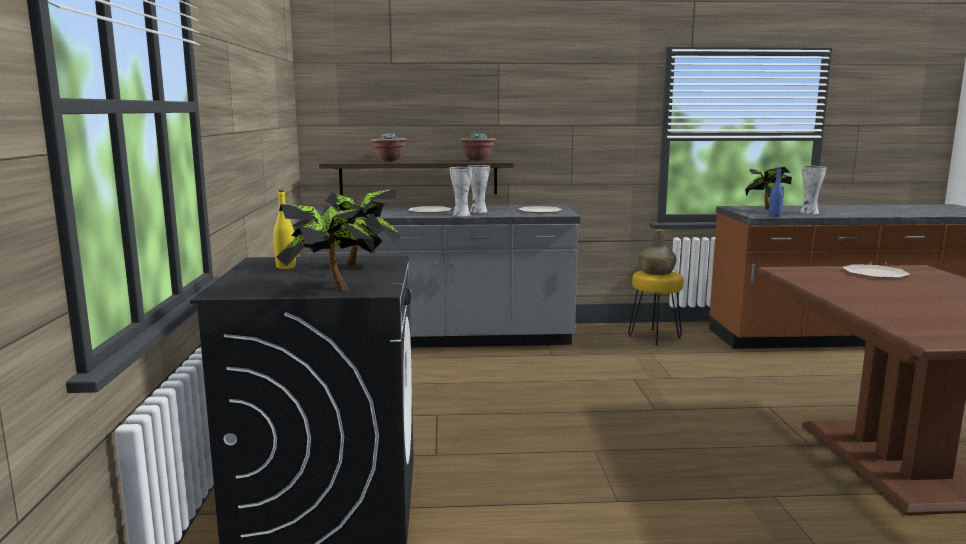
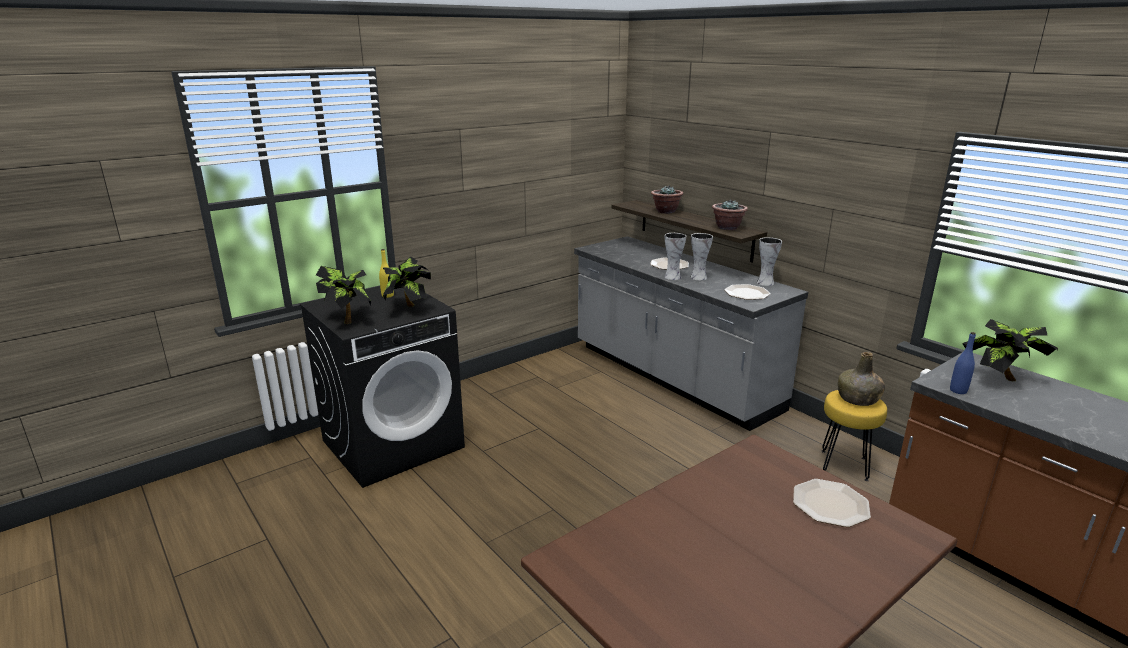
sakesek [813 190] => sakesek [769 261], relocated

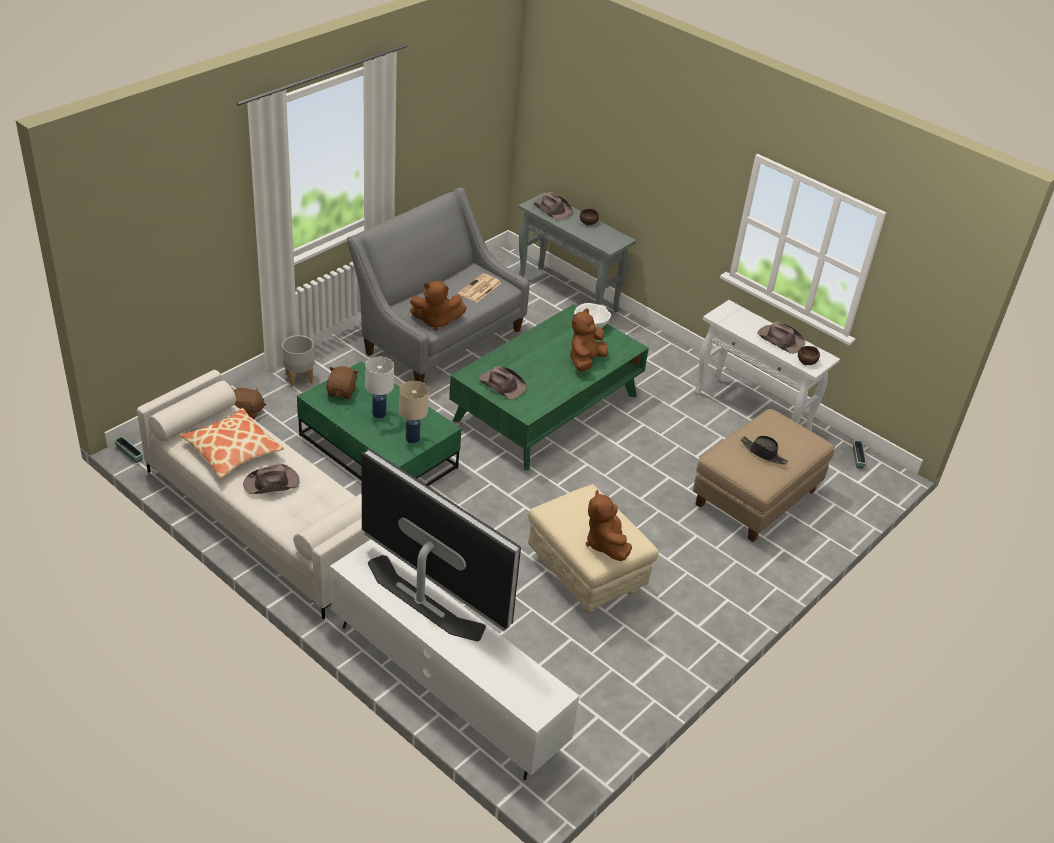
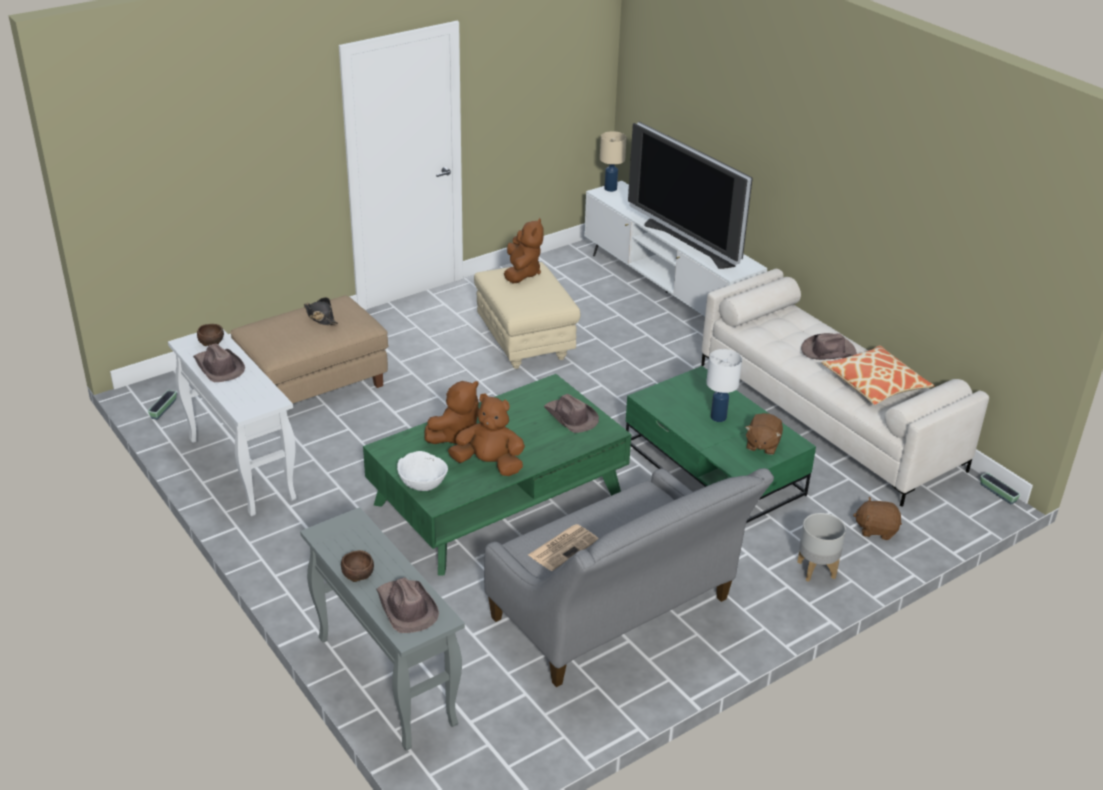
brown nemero [438 306] => brown nemero [486 435], relocated
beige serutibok [414 412] => beige serutibok [613 161], relocated

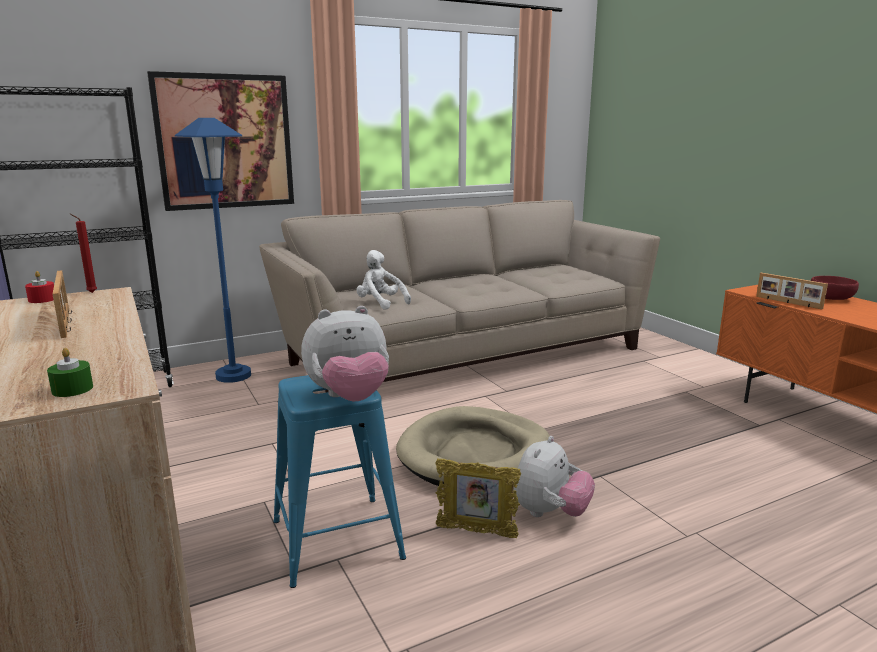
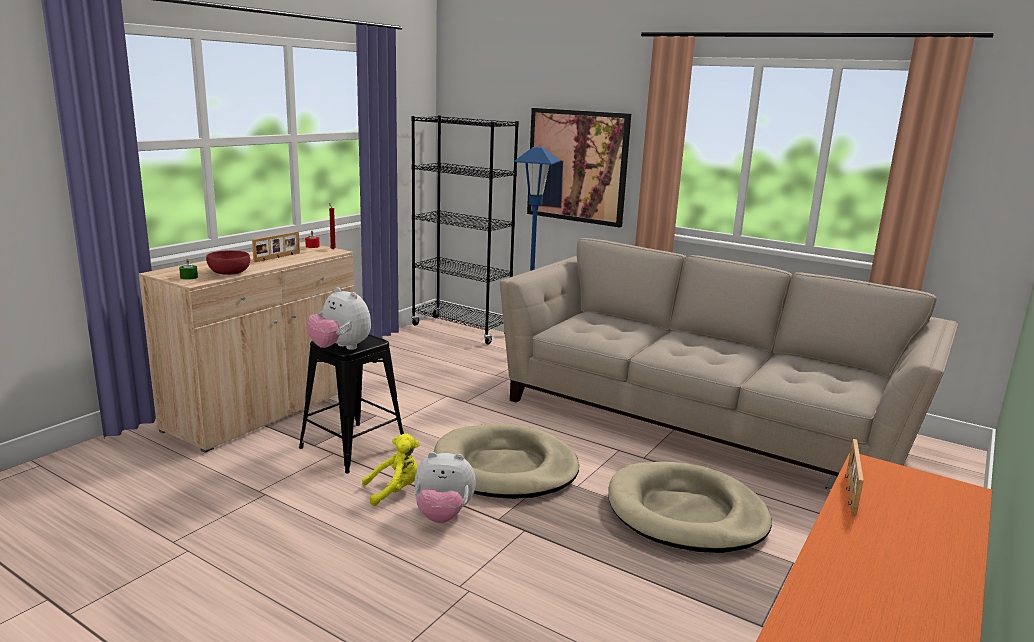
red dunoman [835 288] => red dunoman [228 262], relocated
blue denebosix [339 481] => black denebosix [351 404]
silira [478 498] => yellow nemero [391 470]
nothing => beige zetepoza [690 507]
white nemero [383 280] => nothing

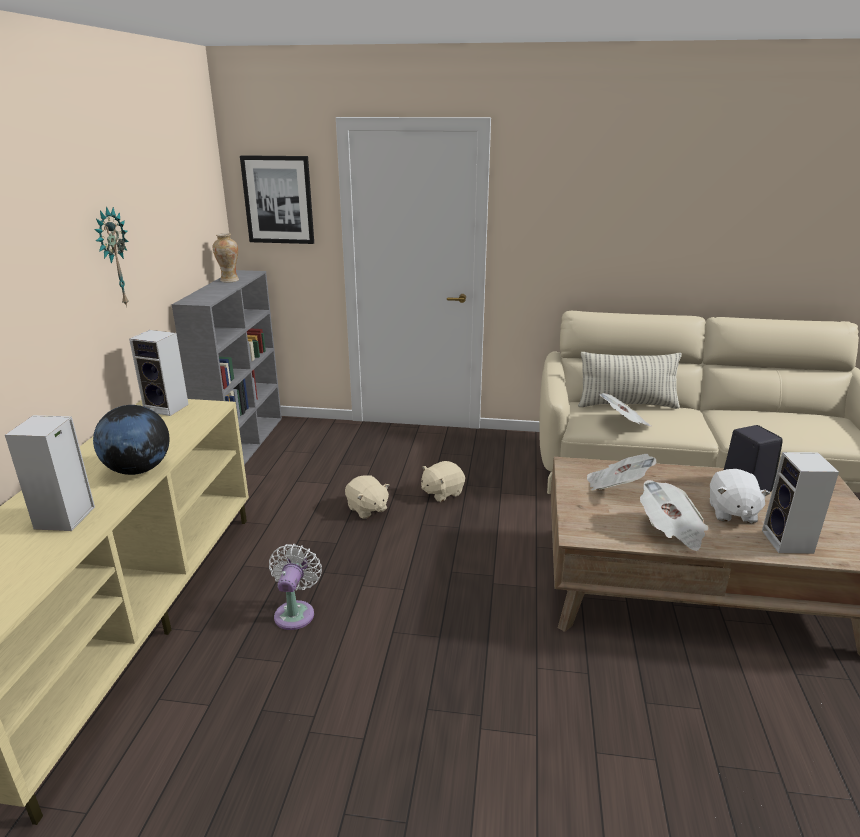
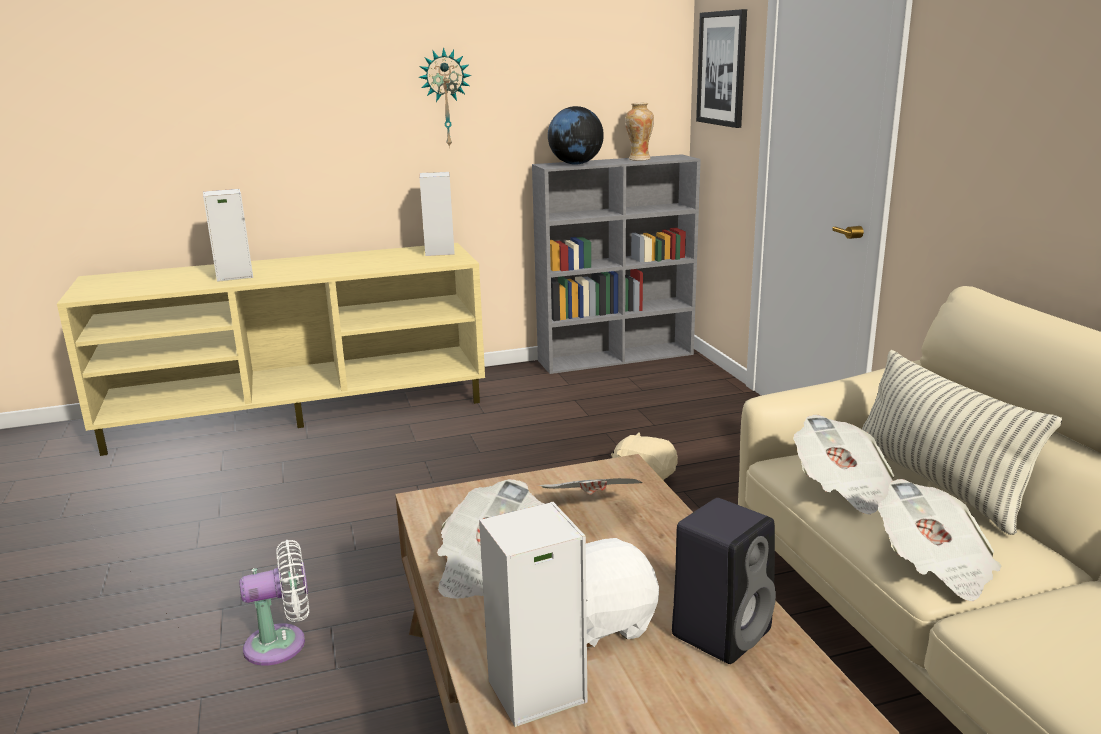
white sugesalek [295 587] => white sugesalek [274 603], relocated
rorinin [131 440] => rorinin [576 135], relocated
nothing => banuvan [940 540]
beige nemero [367 497] => nothing

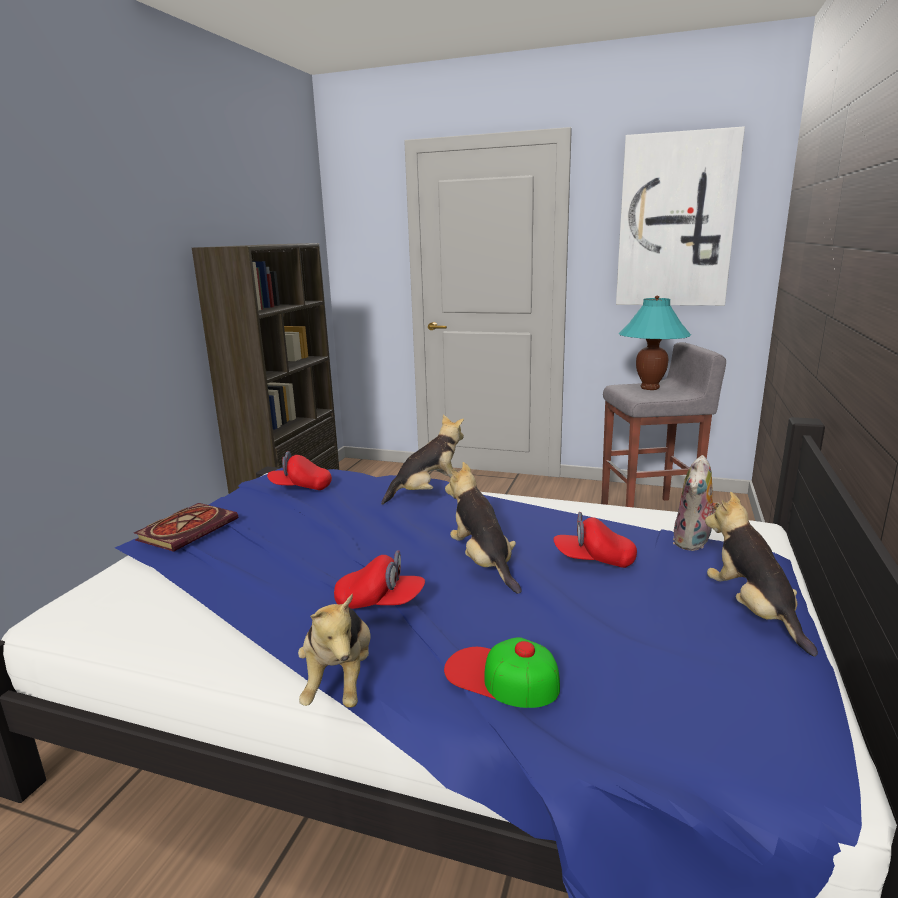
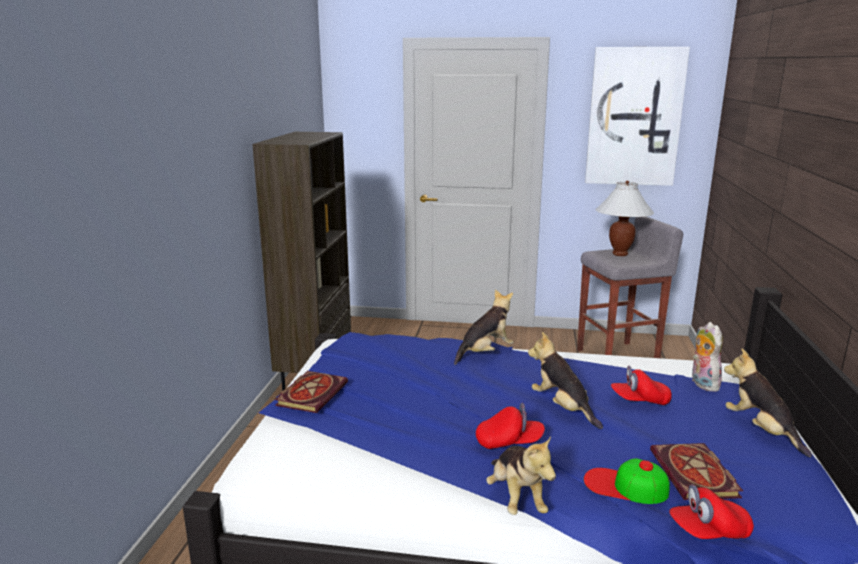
turquoise serutibok [654 342] => white serutibok [625 218]
nothing => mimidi [696 471]
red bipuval [299 470] => red bipuval [711 511], relocated
nemero [696 503] => nemero [707 357], 150 degrees clockwise

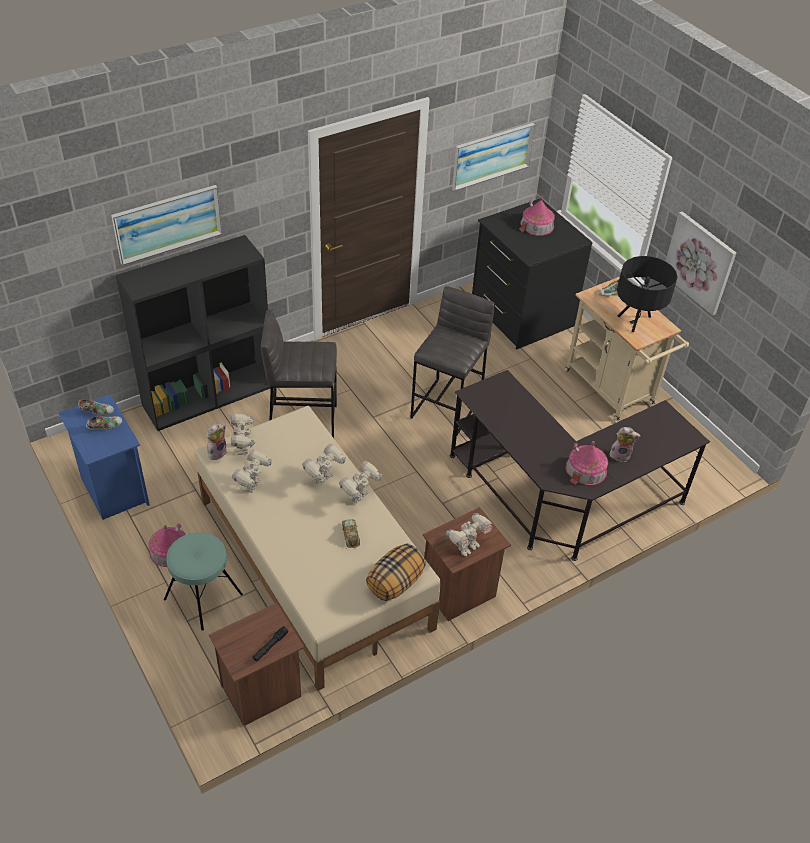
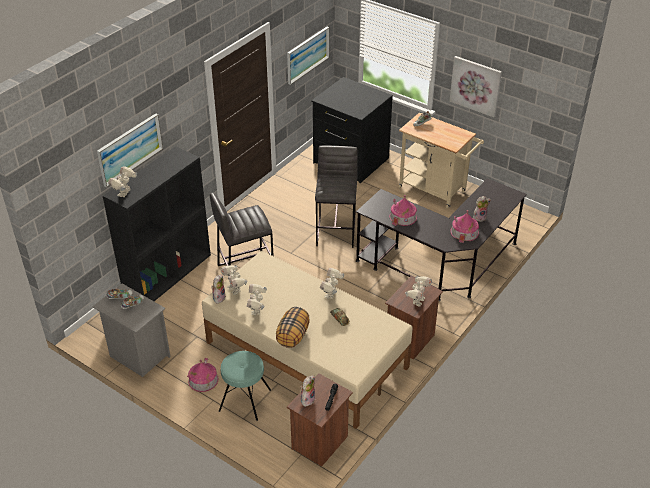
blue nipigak [104 457] => grey nipigak [131 330]
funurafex [324 464] => funurafex [122 181], relocated
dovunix [396 572] => dovunix [293 327], relocated
nothing => nemero [307 391]
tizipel [537 216] => tizipel [403 210], relocated
black serutibok [647 294] => nothing

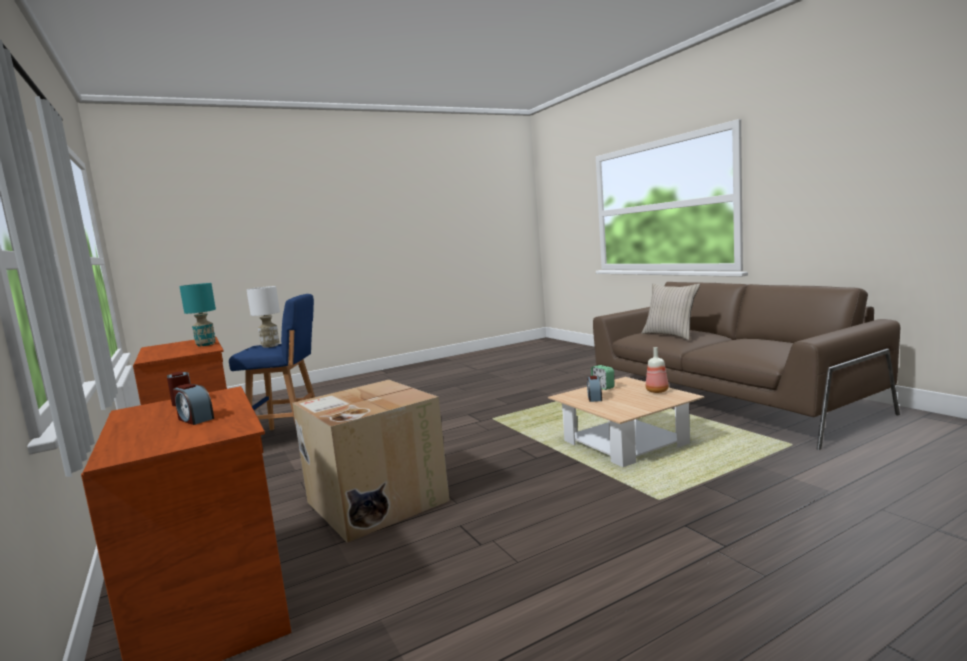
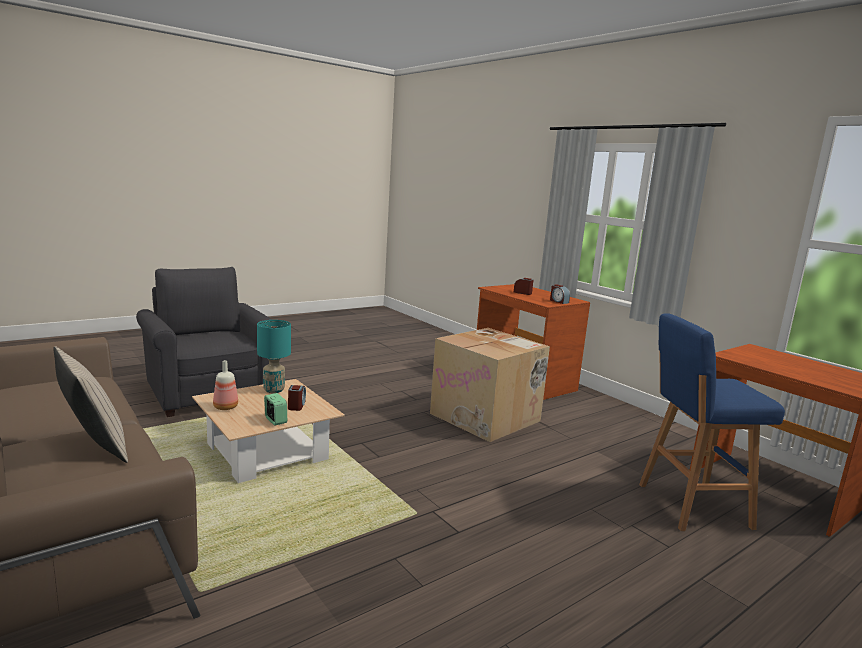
nothing => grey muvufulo [204 342]
turquoise serutibok [197 314] => turquoise serutibok [274 356], relocated
white serutibok [263 317] => nothing

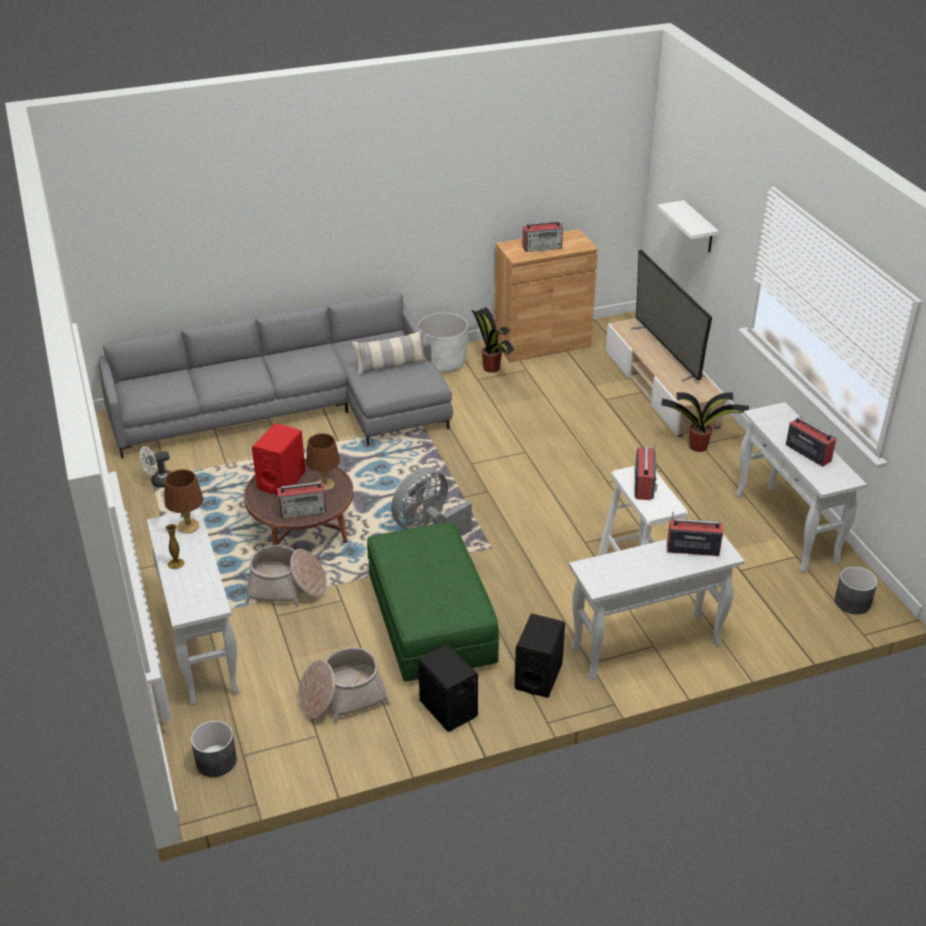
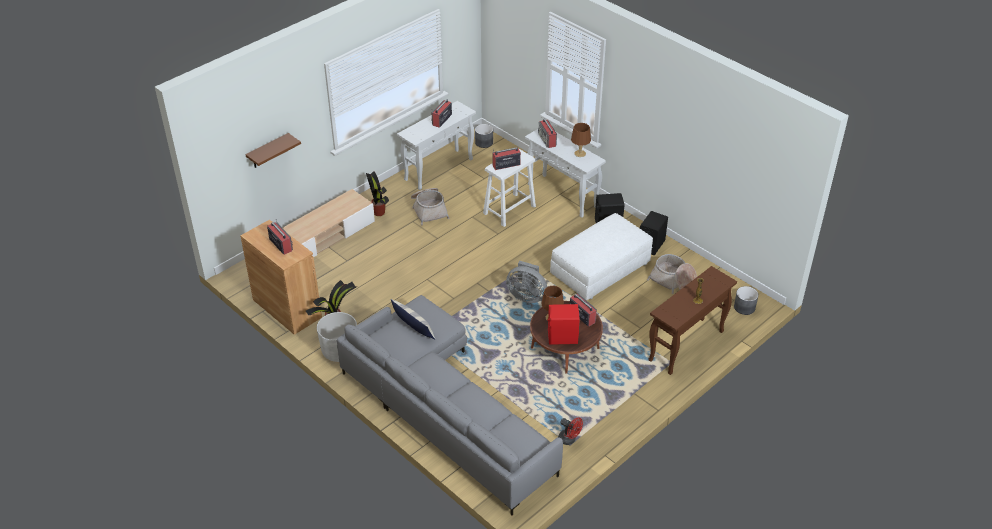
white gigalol [688 226] => brown gigalol [273 150]
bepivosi [286 576] => bepivosi [430 206], relocated
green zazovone [433 601] => white zazovone [601 256]
white sugesalek [155 467] => red sugesalek [570 431]
brown serutibok [183 501] => brown serutibok [581 140], relocated
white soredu [193 606] => brown soredu [692 320]
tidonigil [671 316] => nothing

